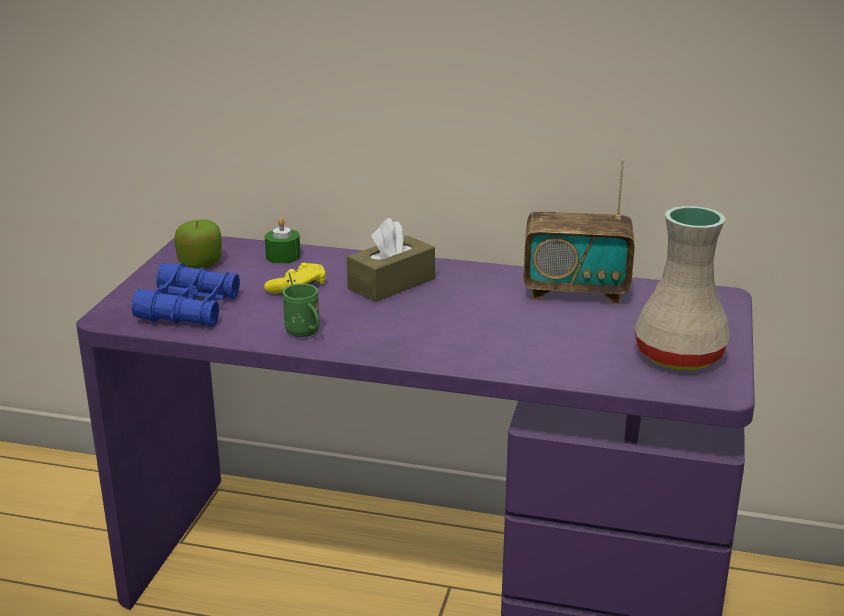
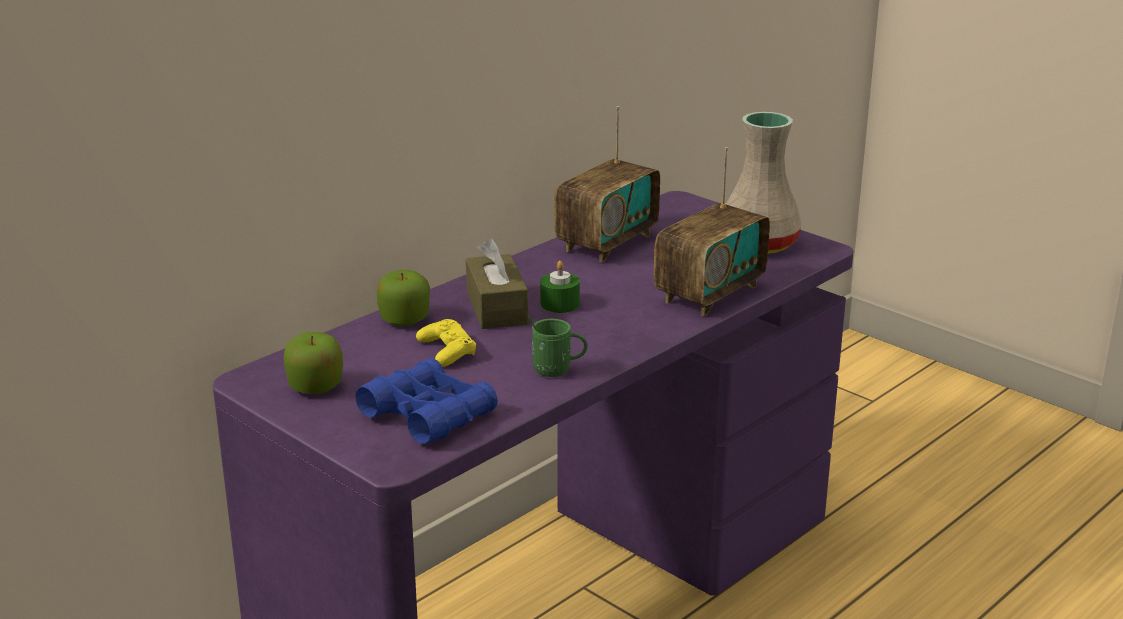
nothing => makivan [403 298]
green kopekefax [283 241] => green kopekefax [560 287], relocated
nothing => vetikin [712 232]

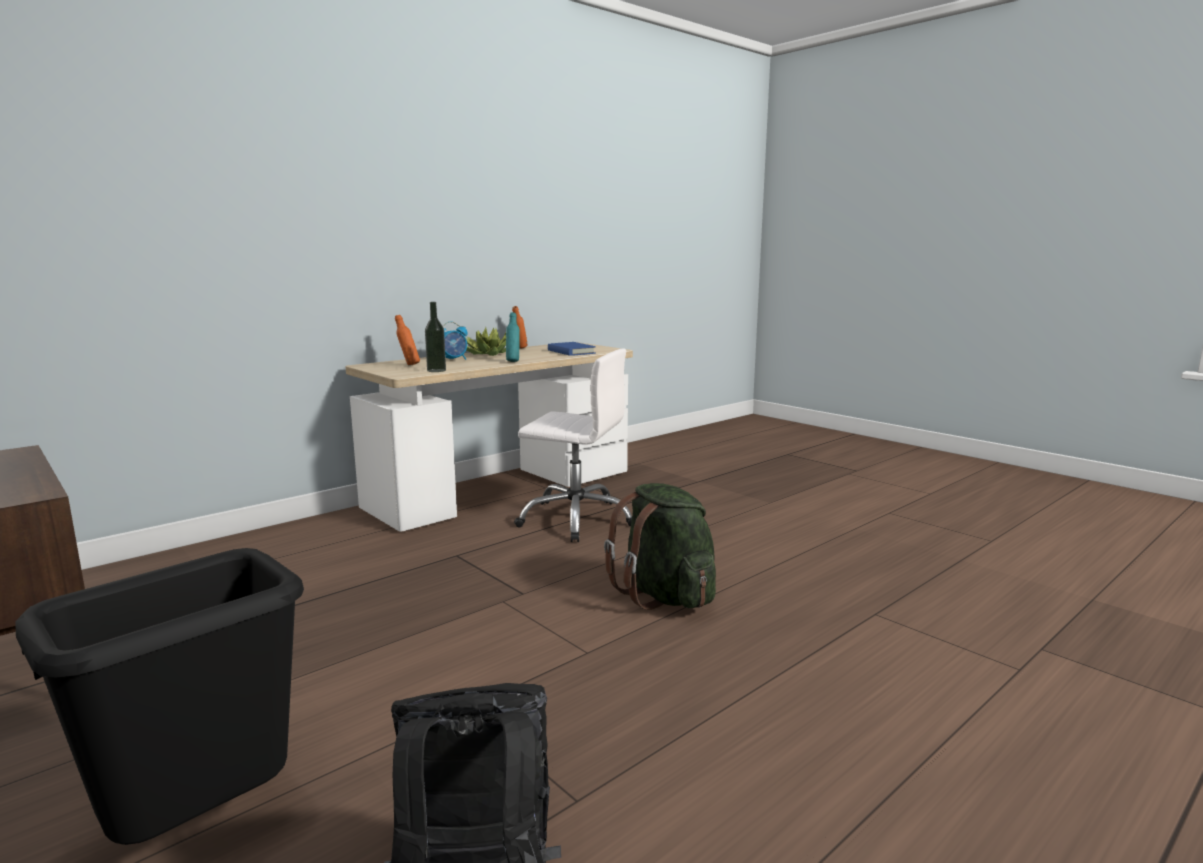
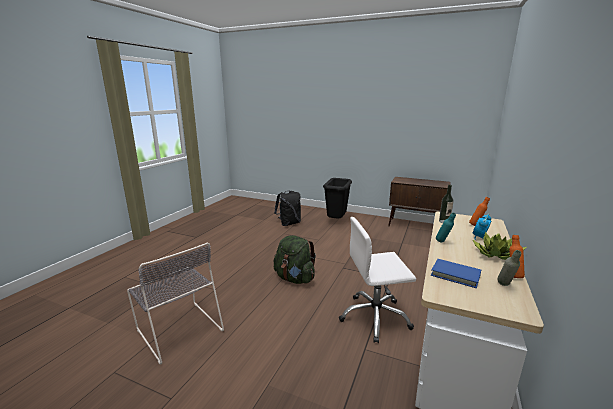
nothing => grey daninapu [175 303]
nothing => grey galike [509 268]

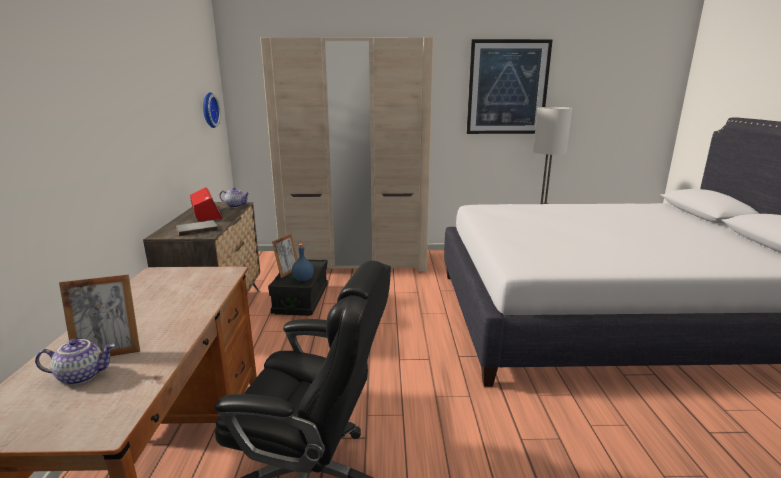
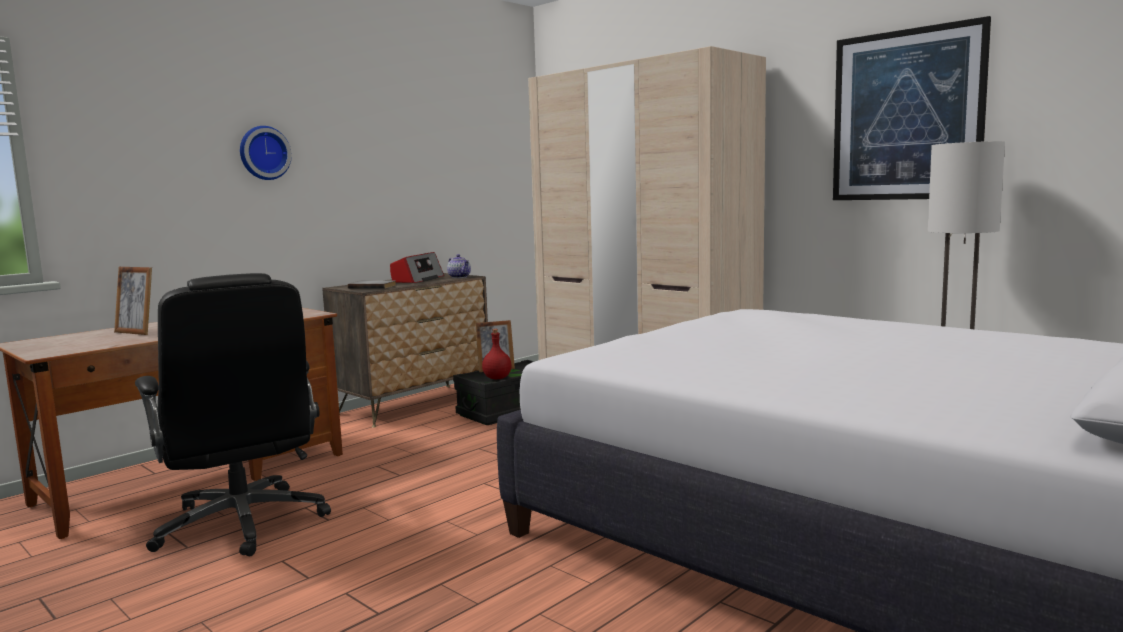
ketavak [212 110] => ketavak [266 153], relocated
blue galike [303 262] => red galike [497 354]
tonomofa [75 362] => nothing

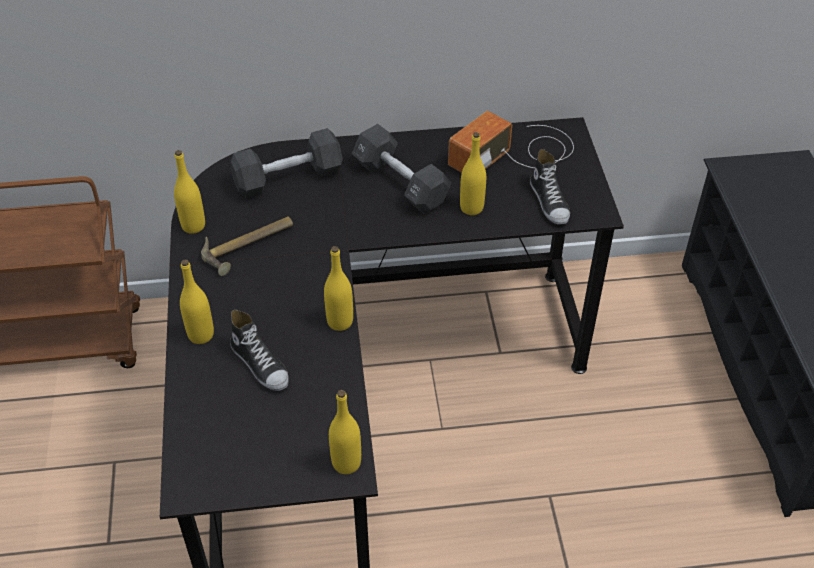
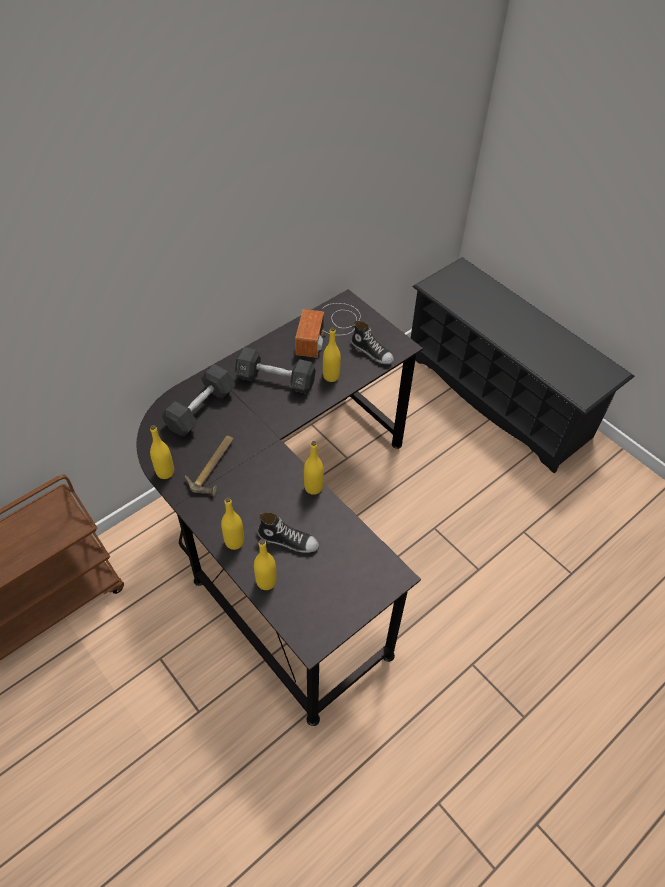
yellow galike [345 432] => yellow galike [265 564], relocated

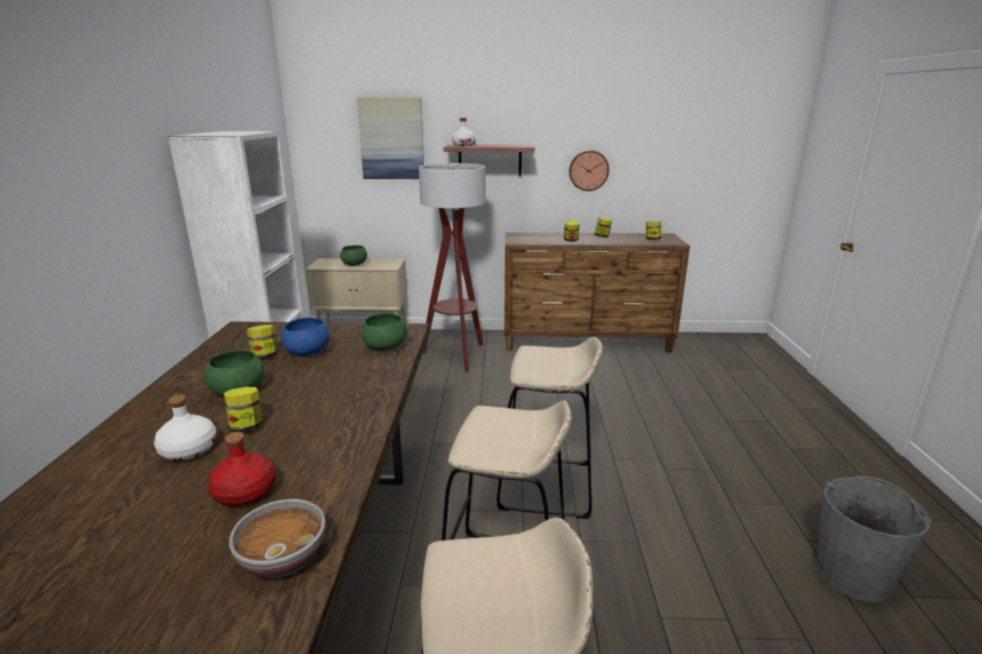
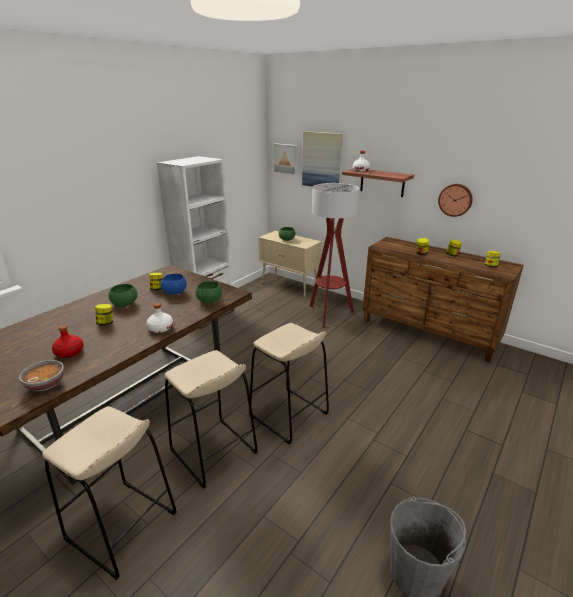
white galike [185 428] => white galike [159 318], relocated
nothing => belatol [285 159]

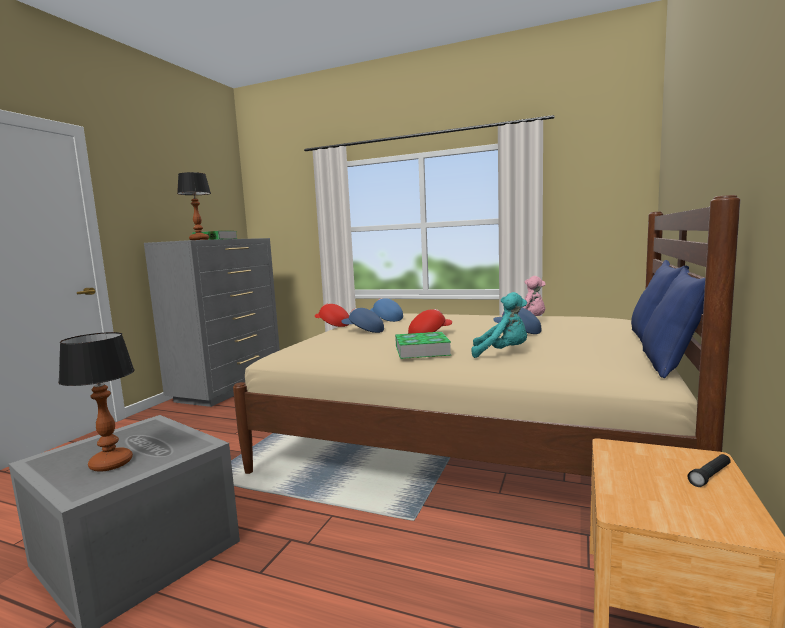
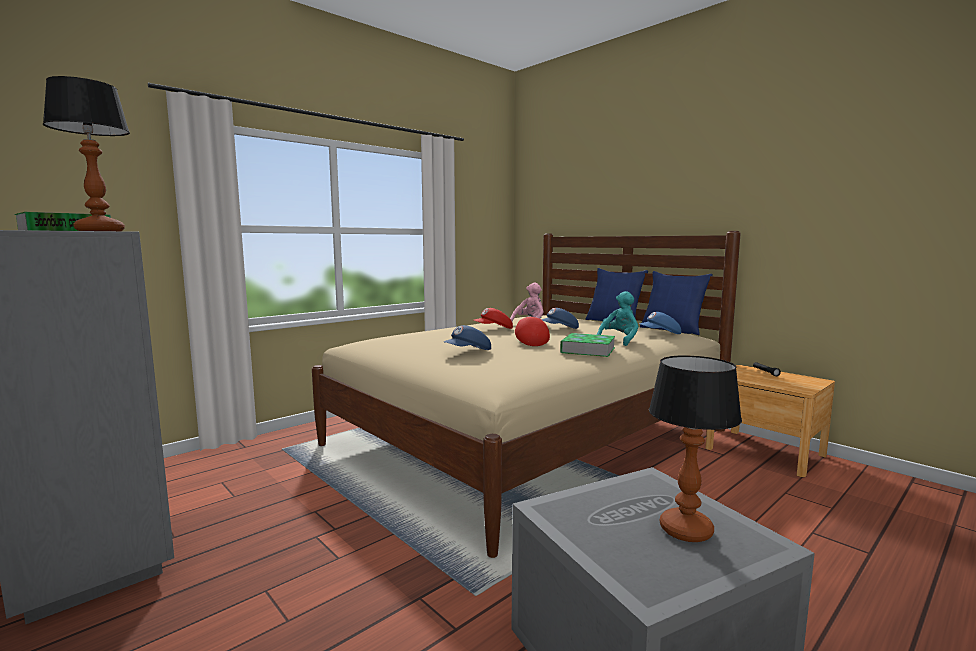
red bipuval [332 315] => red bipuval [493 318], relocated
blue bipuval [386 310] => blue bipuval [660 323], relocated

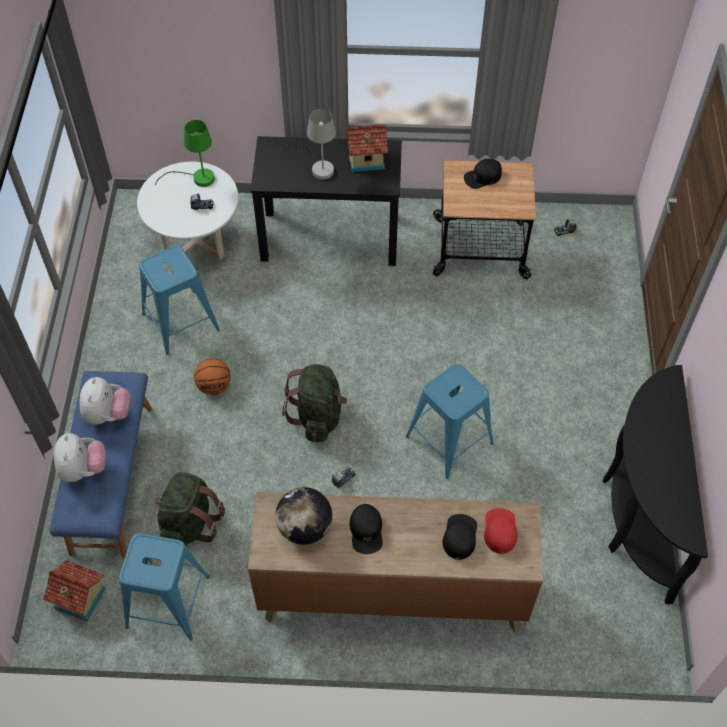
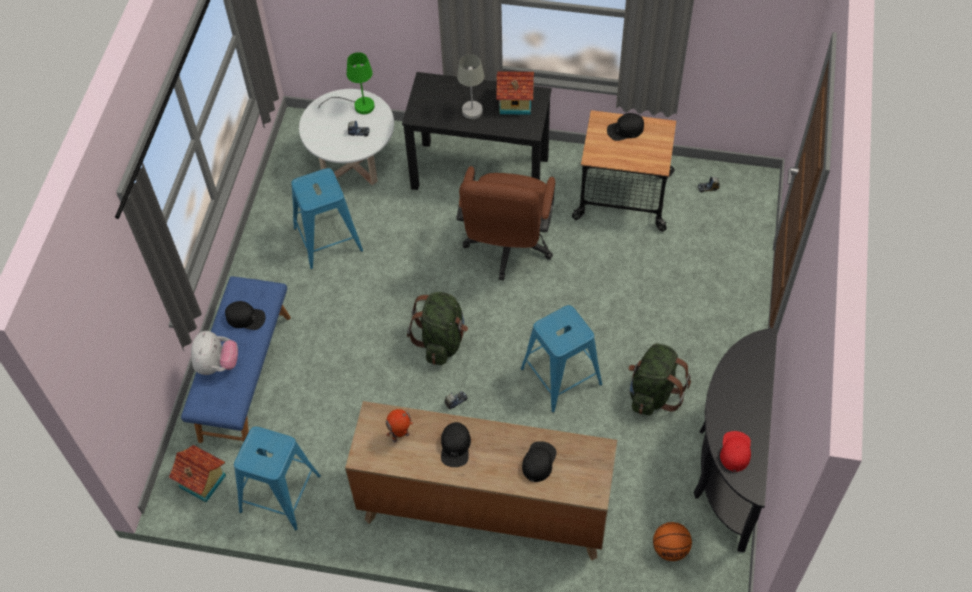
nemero [104 401] => black bipuval [245 315]
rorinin [303 516] => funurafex [400 425]
nothing => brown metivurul [506 223]
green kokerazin [189 509] => green kokerazin [659 379], relocated
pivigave [212 376] => pivigave [672 541], relocated
red bipuval [501 531] => red bipuval [735 451], relocated

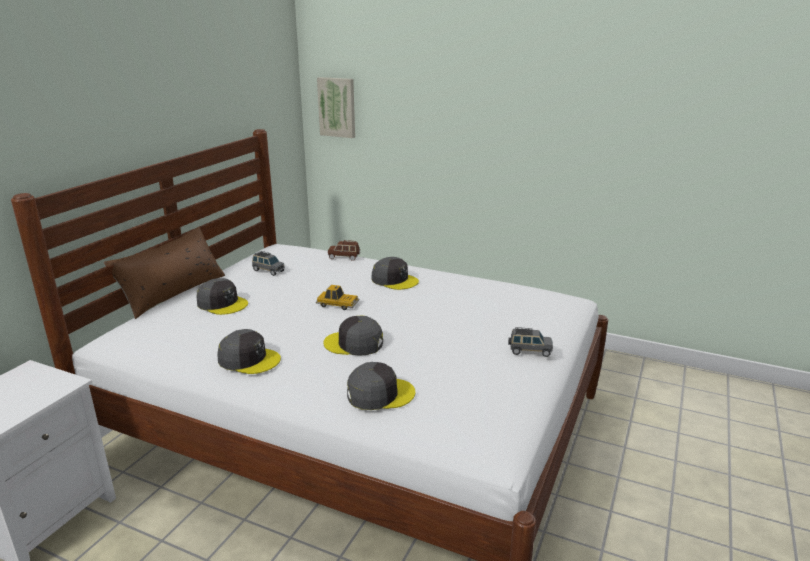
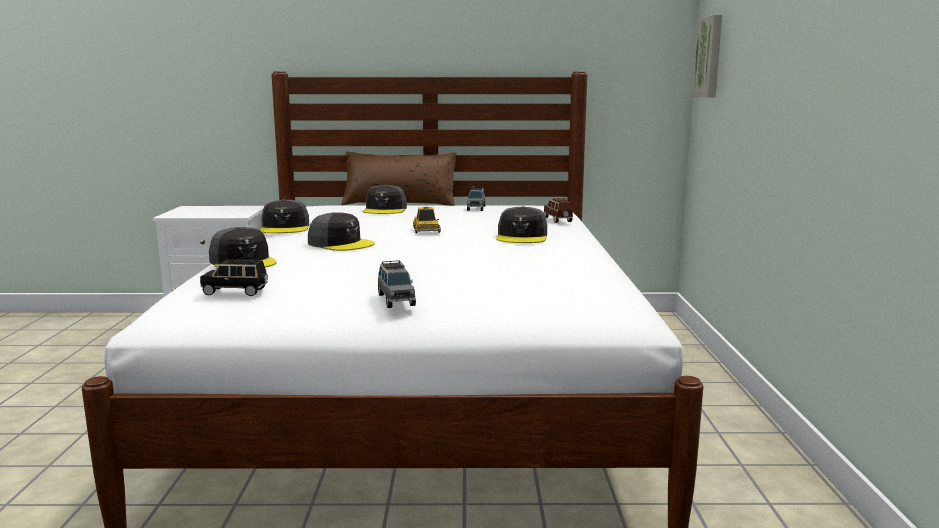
nothing => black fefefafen [234 276]
grey bipuval [353 336] => grey bipuval [341 231], 135 degrees clockwise

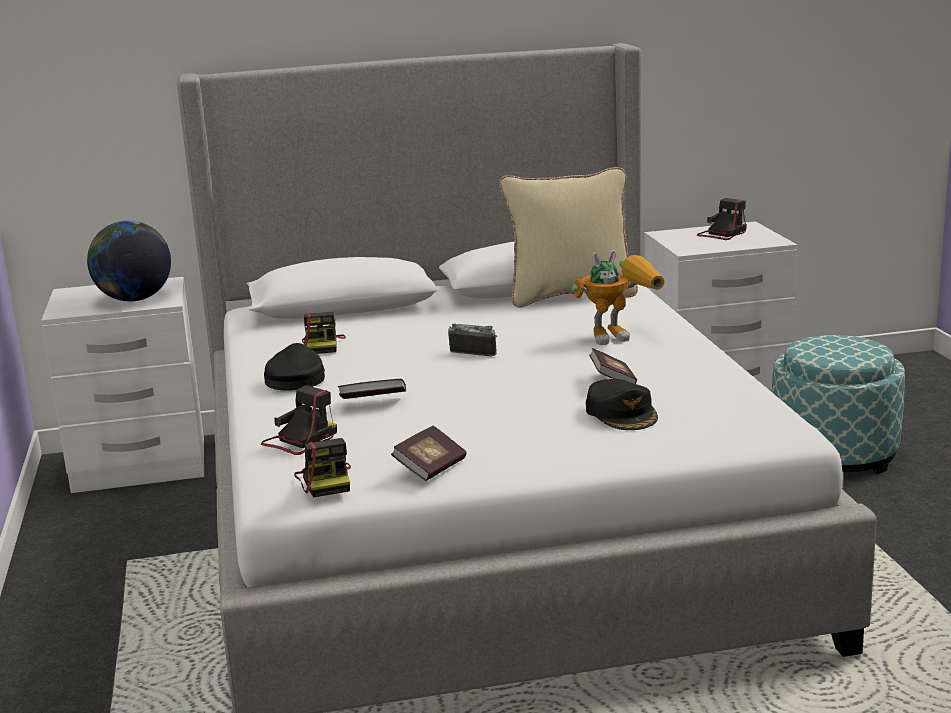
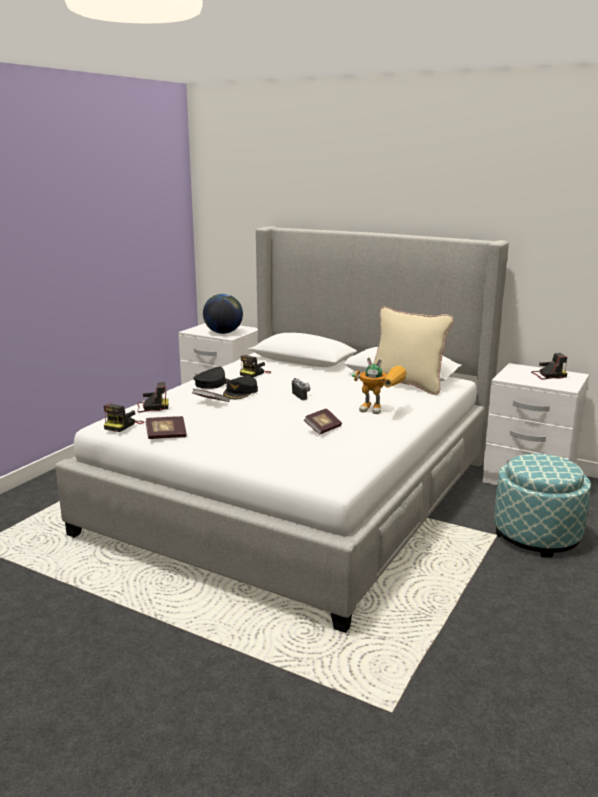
black bipuval [622 404] => black bipuval [240 388], relocated

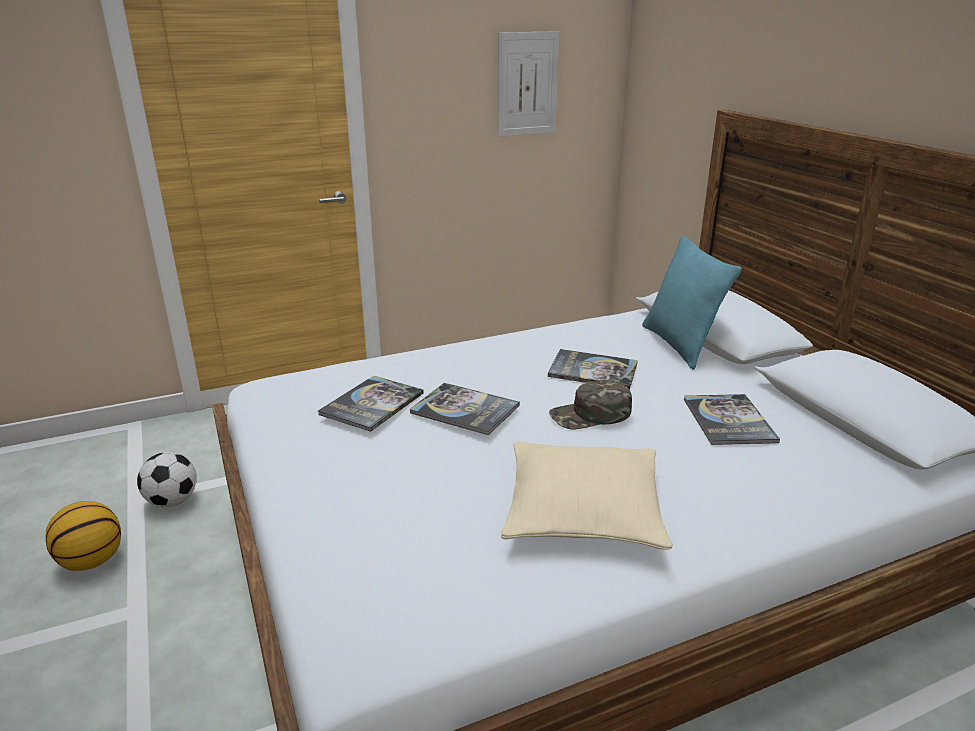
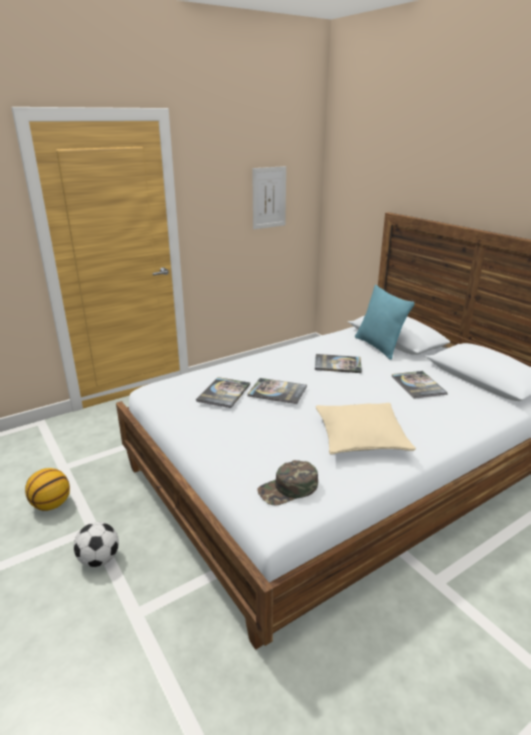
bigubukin [167 479] => bigubukin [96 544], relocated
green bipuval [590 405] => green bipuval [288 482], relocated

